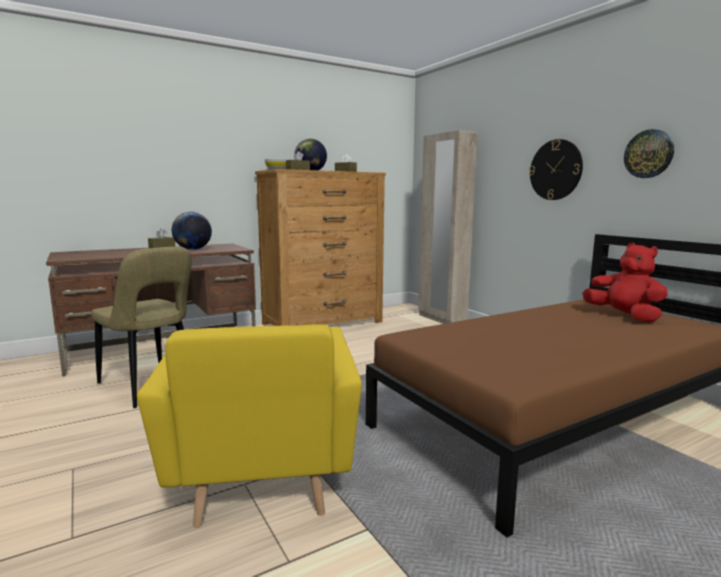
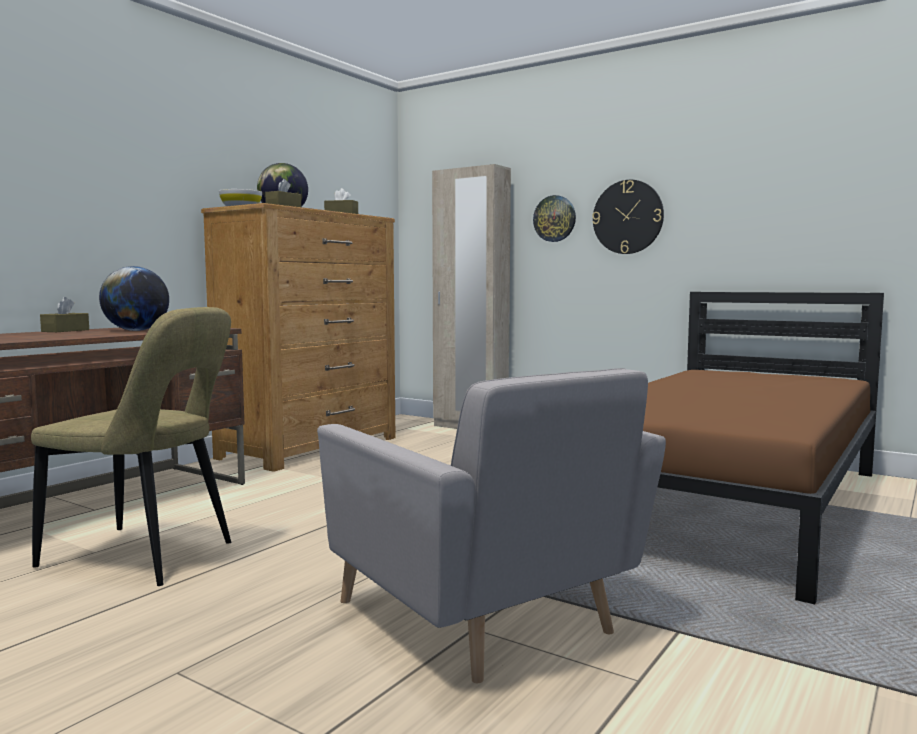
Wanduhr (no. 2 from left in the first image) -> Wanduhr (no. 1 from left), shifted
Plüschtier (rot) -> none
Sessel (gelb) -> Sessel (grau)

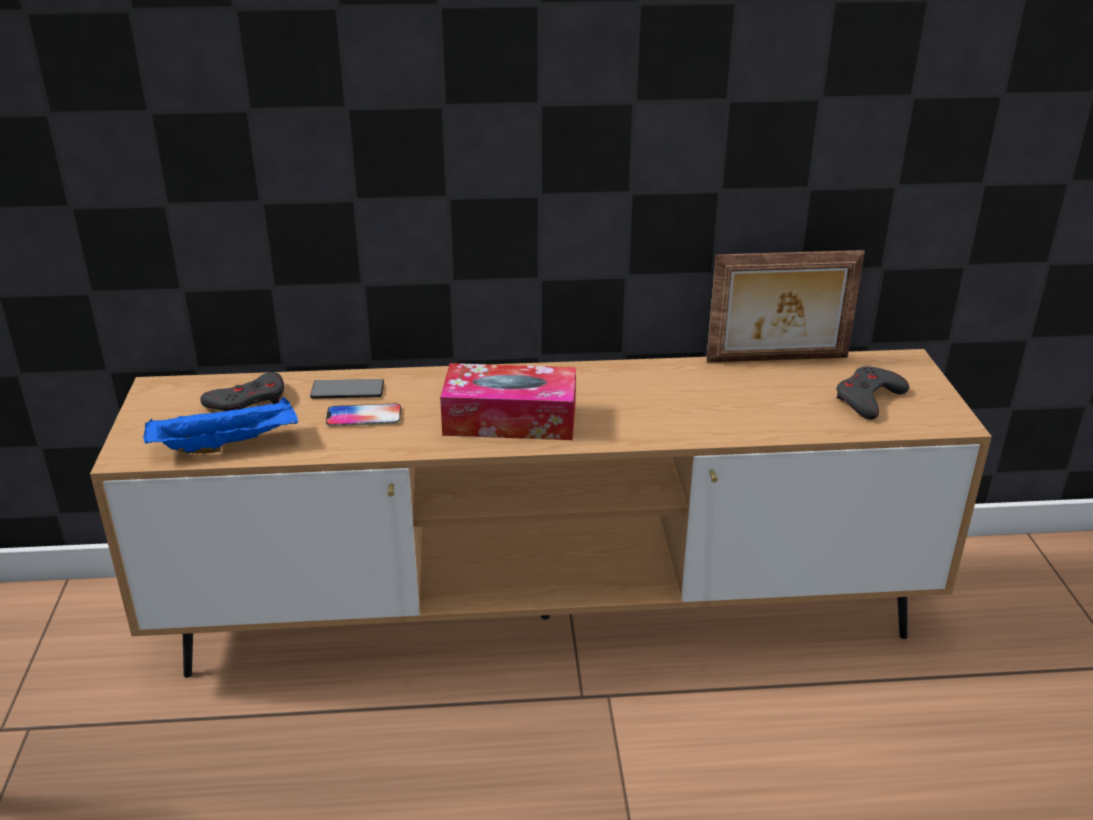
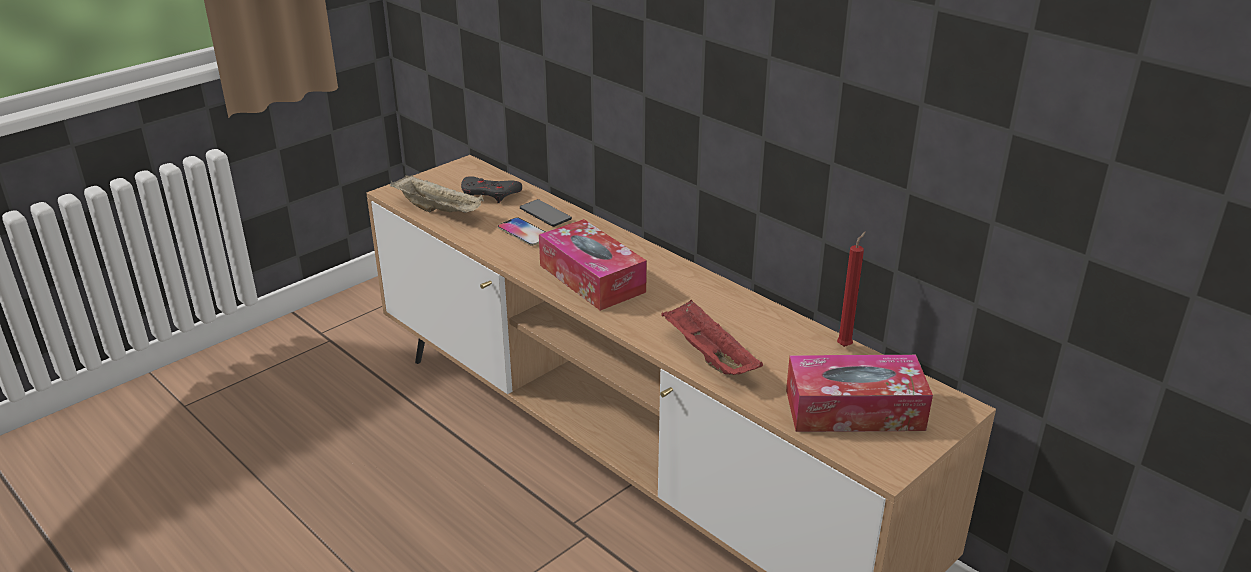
Bilderrahmen -> Kerze (rot)
Gamepad (grau) (no. 2 from left) -> Taschentuchbox (no. 2 from left)
Tablett (blau) -> Tablett (beige)
none -> Tablett (rot)

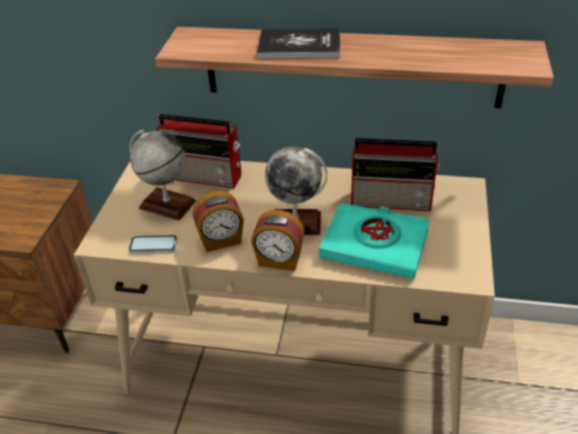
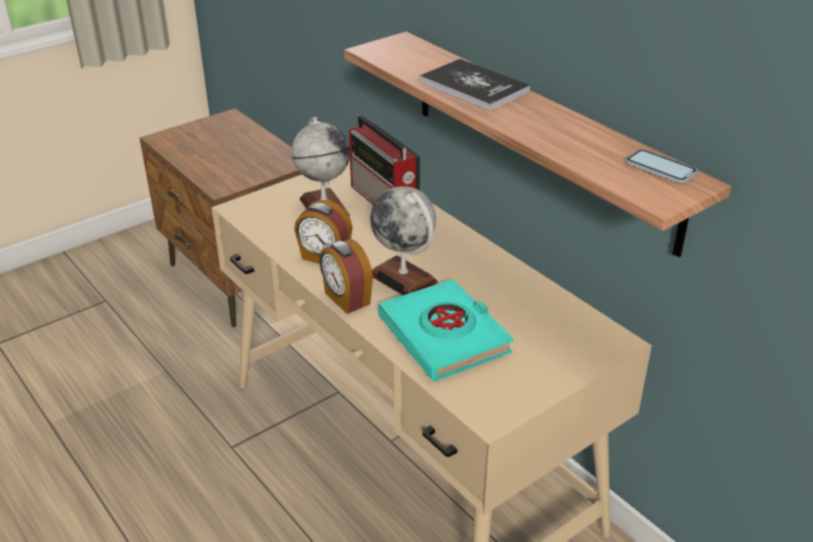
Radio (no. 2 from left) -> none
Handy, shifted

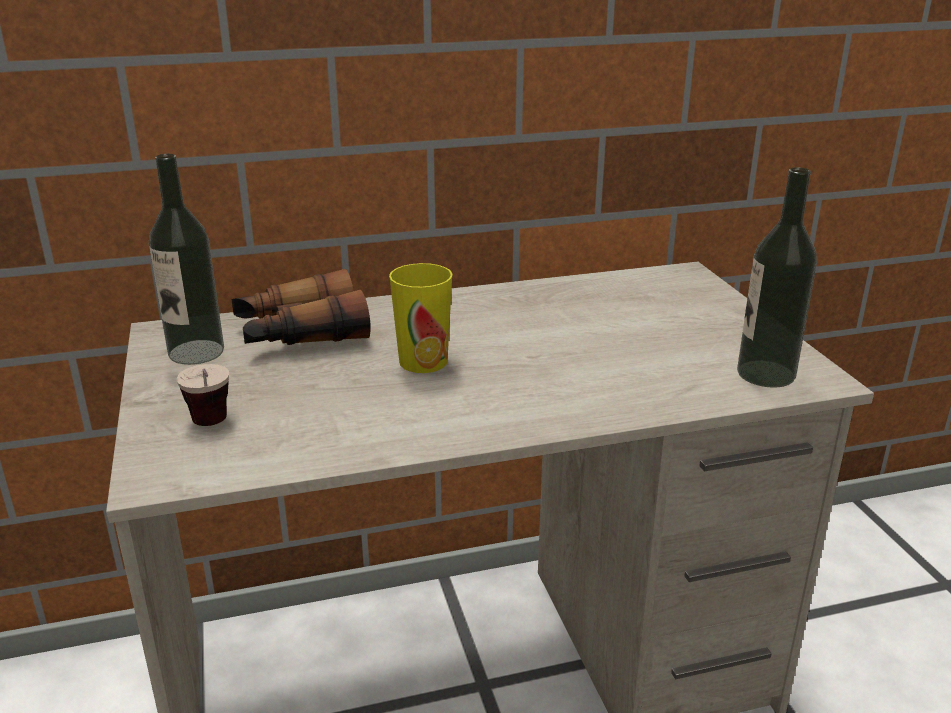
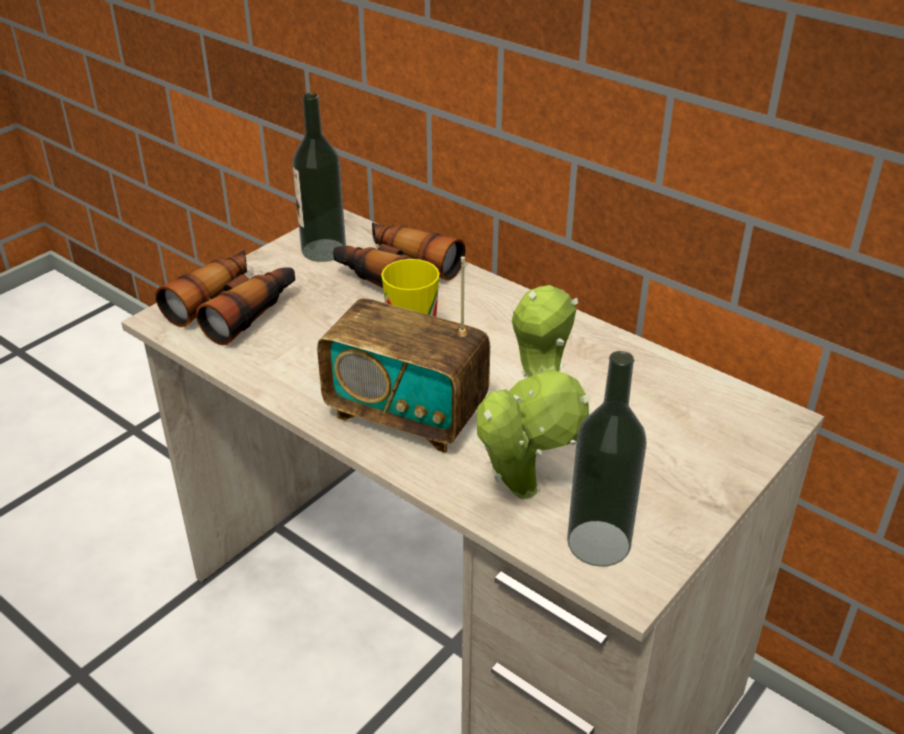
Tasse (no. 1 from left) -> Fernglas (no. 1 from left)
none -> Radio
none -> Topfpflanze

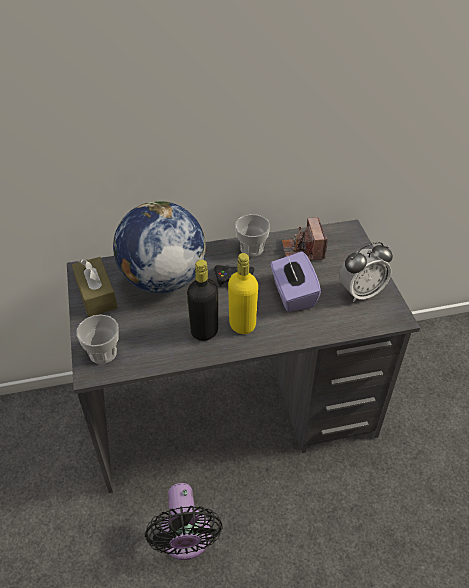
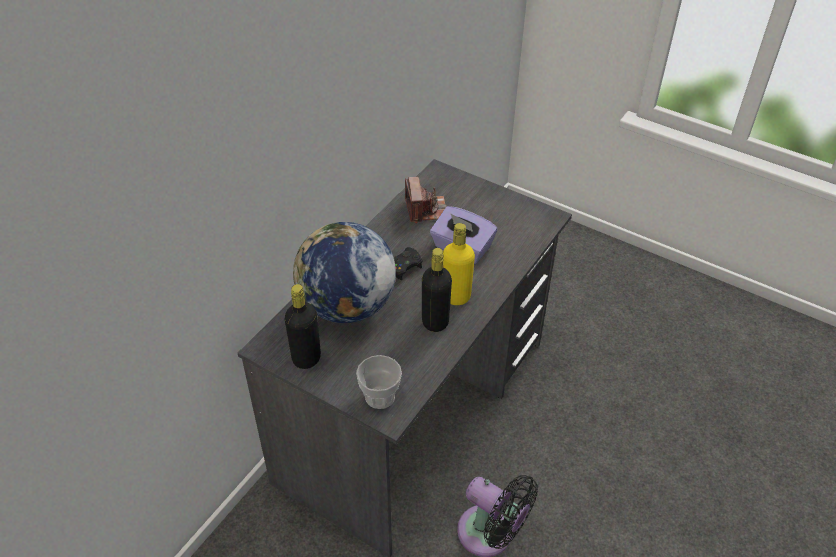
Tasse (no. 2 from left) -> none
Kamera, 135 degrees counterclockwise
Wecker -> none
Taschentuchbox (braun) -> Flasche (schwarz) (no. 1 from left)

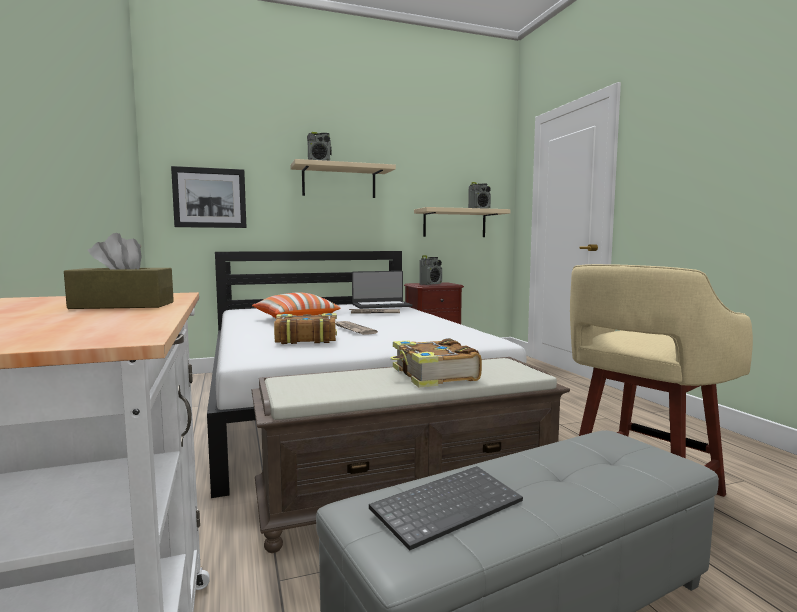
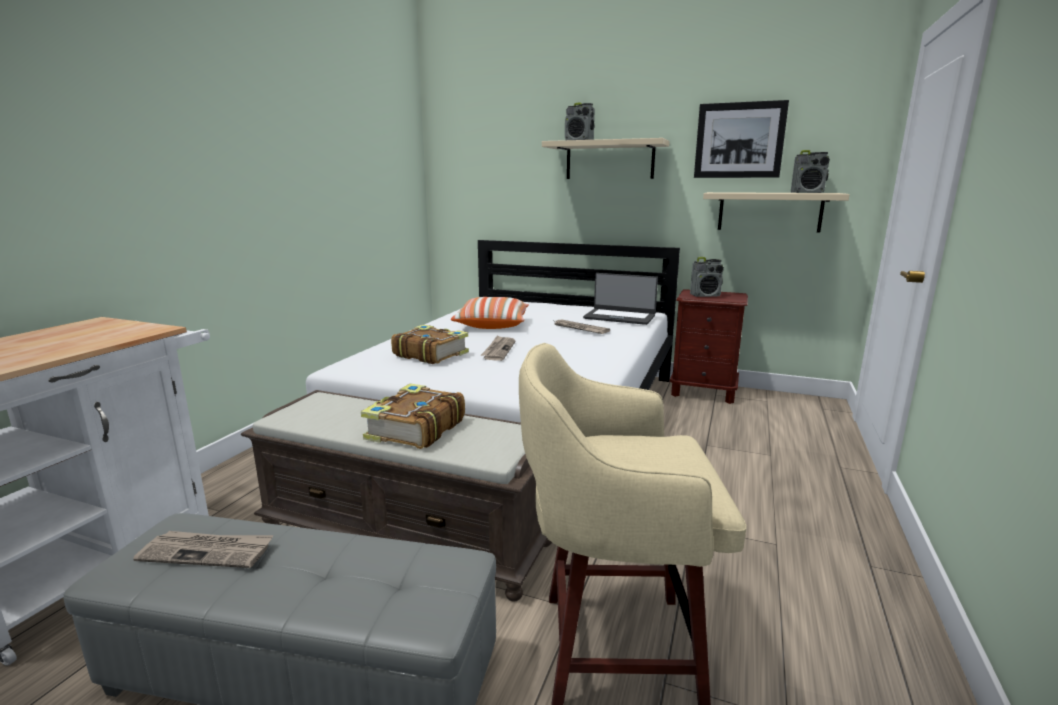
Bild, shifted
Taschentuchbox (braun) -> none
Tastatur -> Zeitung (no. 1 from left)

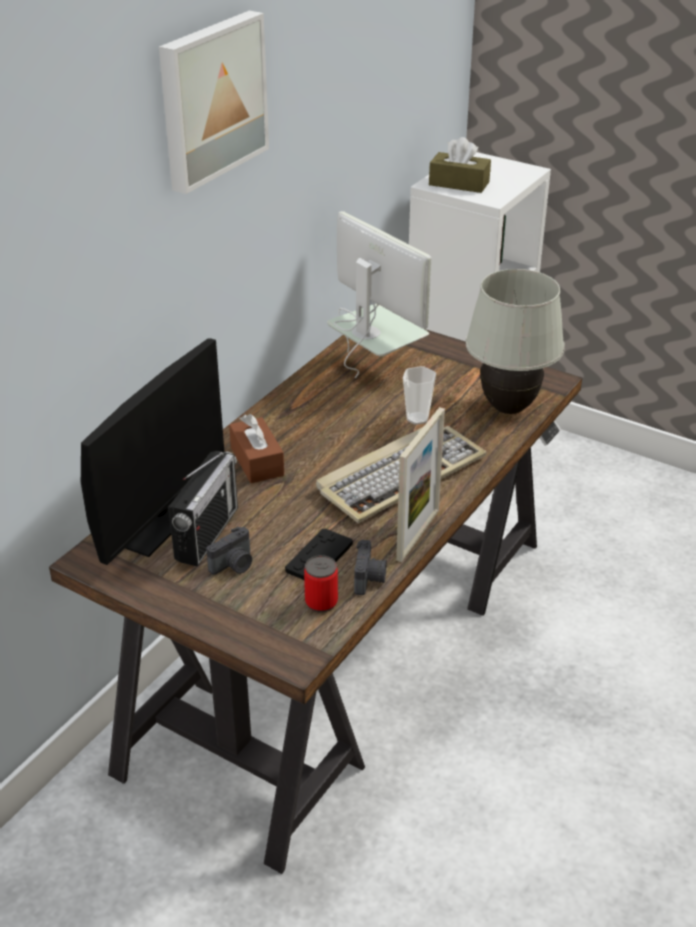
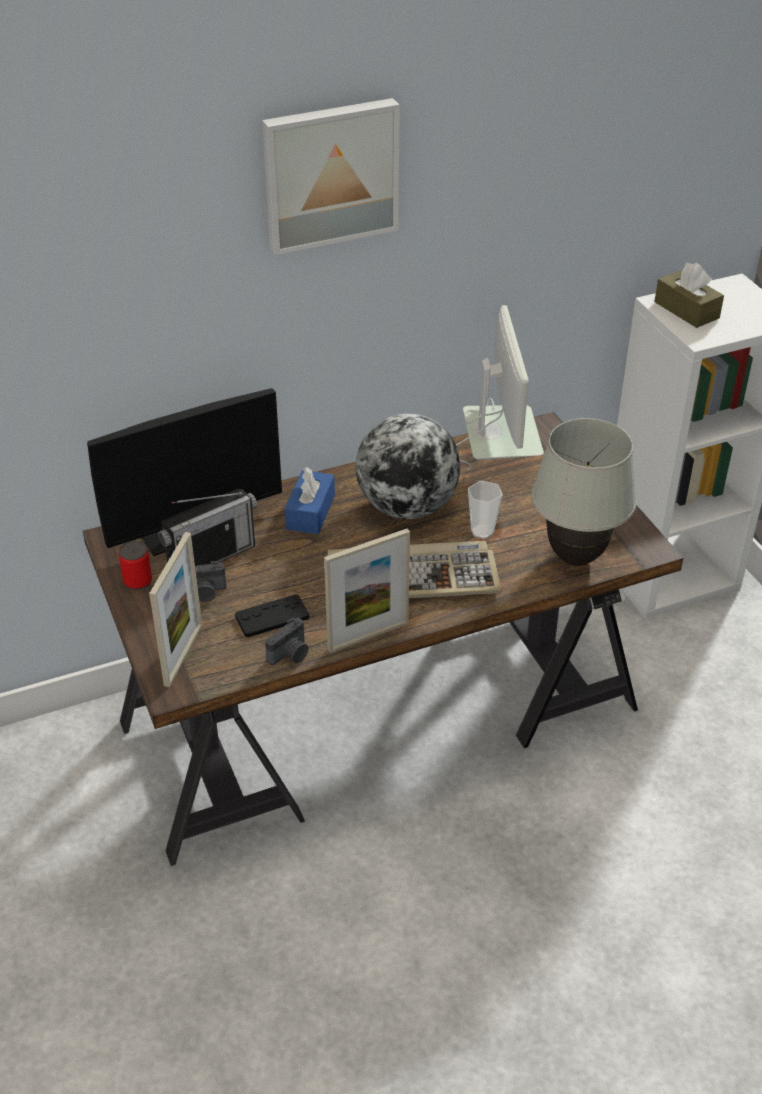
Taschentuchbox (braun) (no. 1 from left) -> Taschentuchbox (blau)
Dose, shifted
none -> Globus
none -> Bilderrahmen (no. 1 from left)

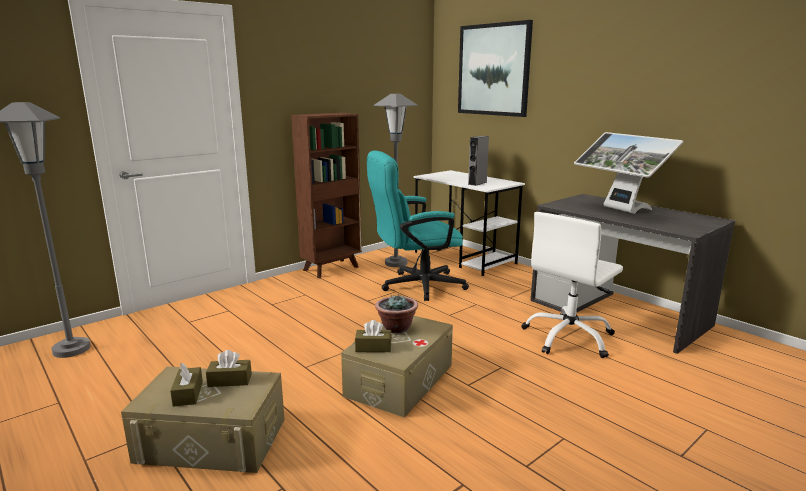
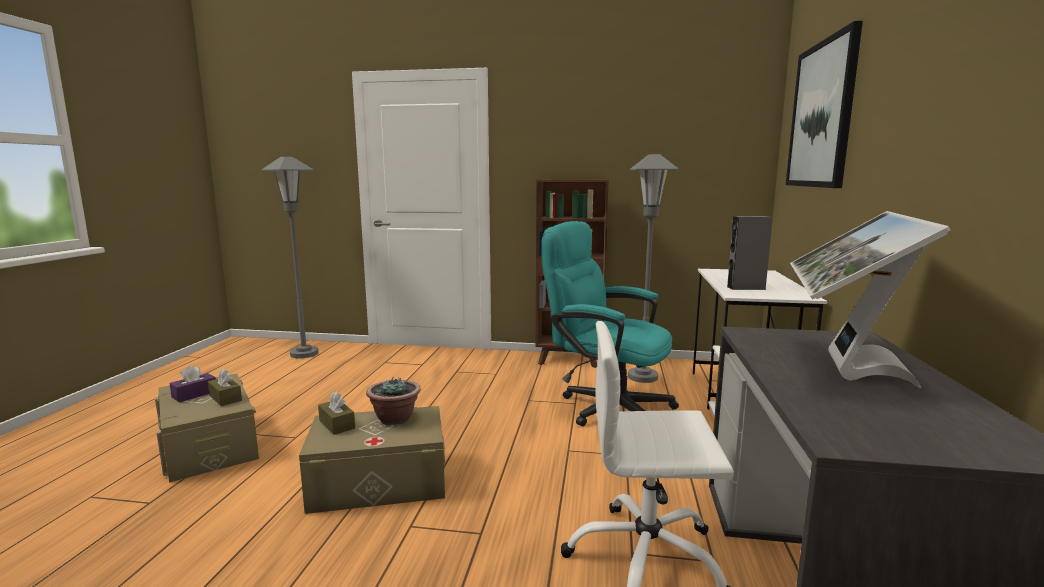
Taschentuchbox (braun) (no. 1 from left) -> Taschentuchbox (lila)

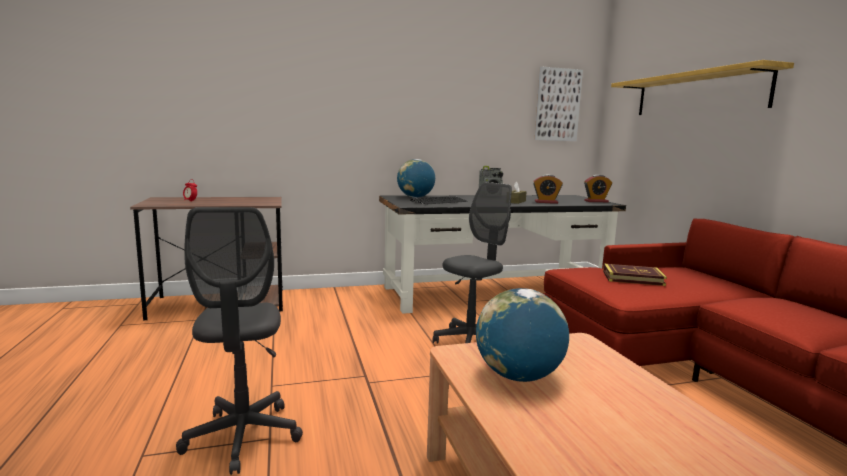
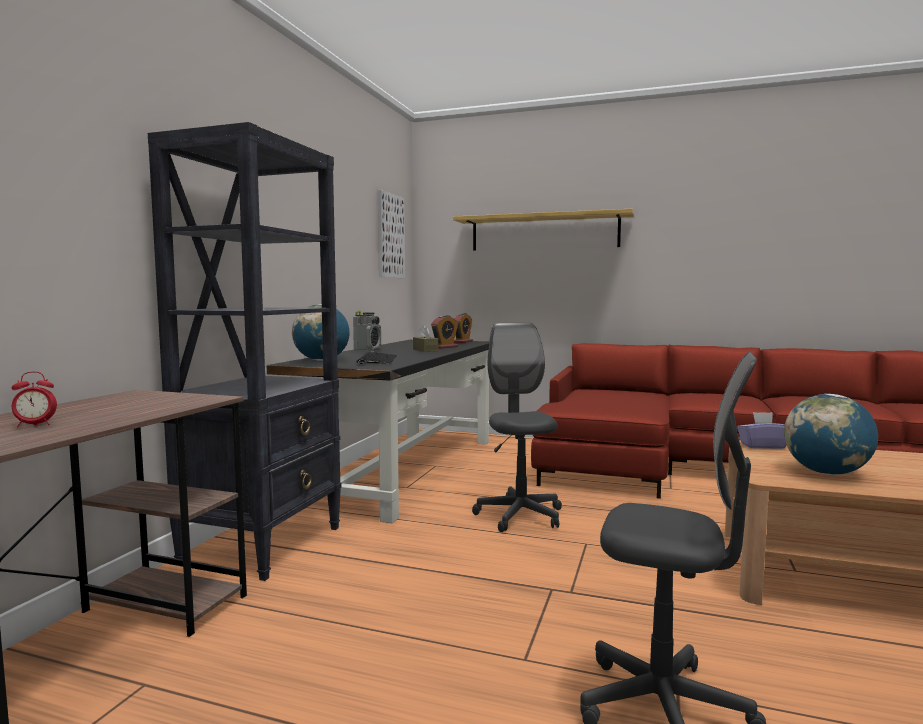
Buch -> none
none -> Bücherregal (schwarz)
none -> Taschentuchbox (lila)

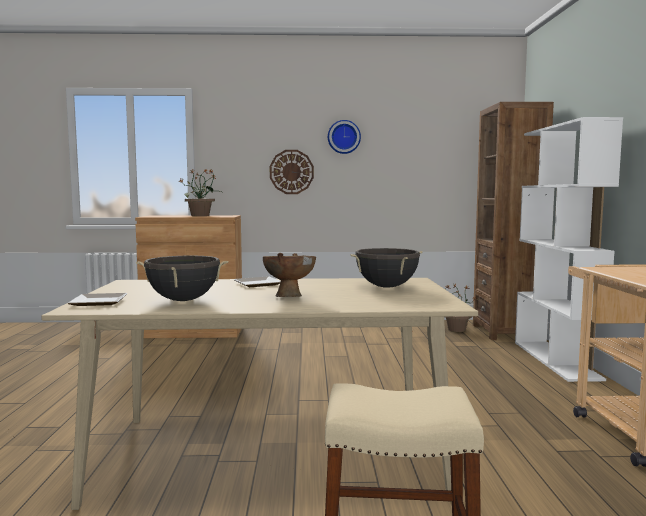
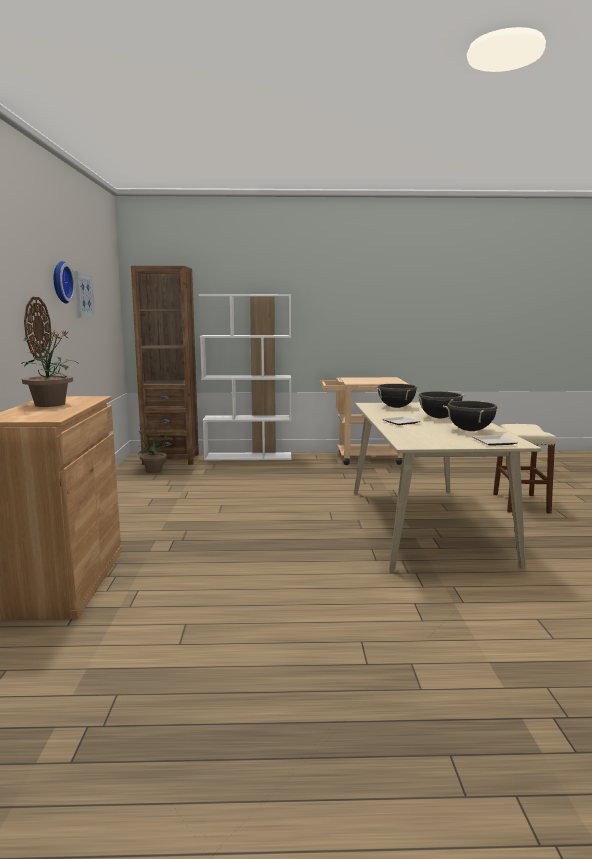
Schüssel (braun) -> Kochtopf (schwarz) (no. 2 from left)
none -> Bild

